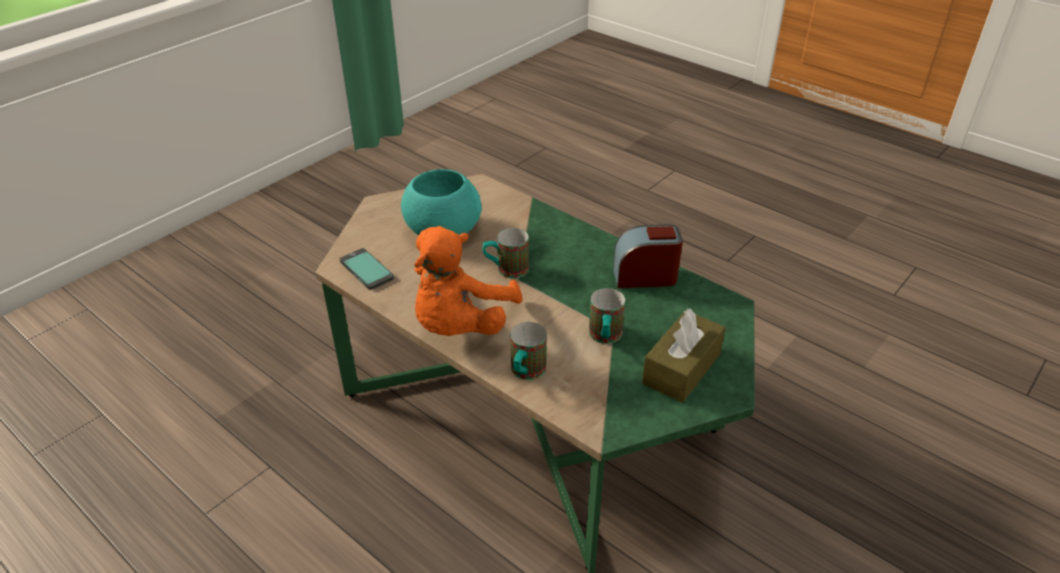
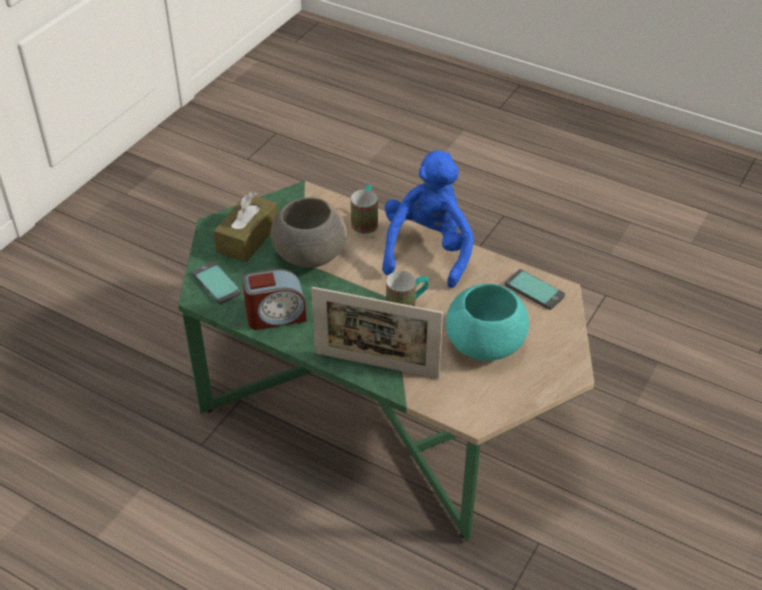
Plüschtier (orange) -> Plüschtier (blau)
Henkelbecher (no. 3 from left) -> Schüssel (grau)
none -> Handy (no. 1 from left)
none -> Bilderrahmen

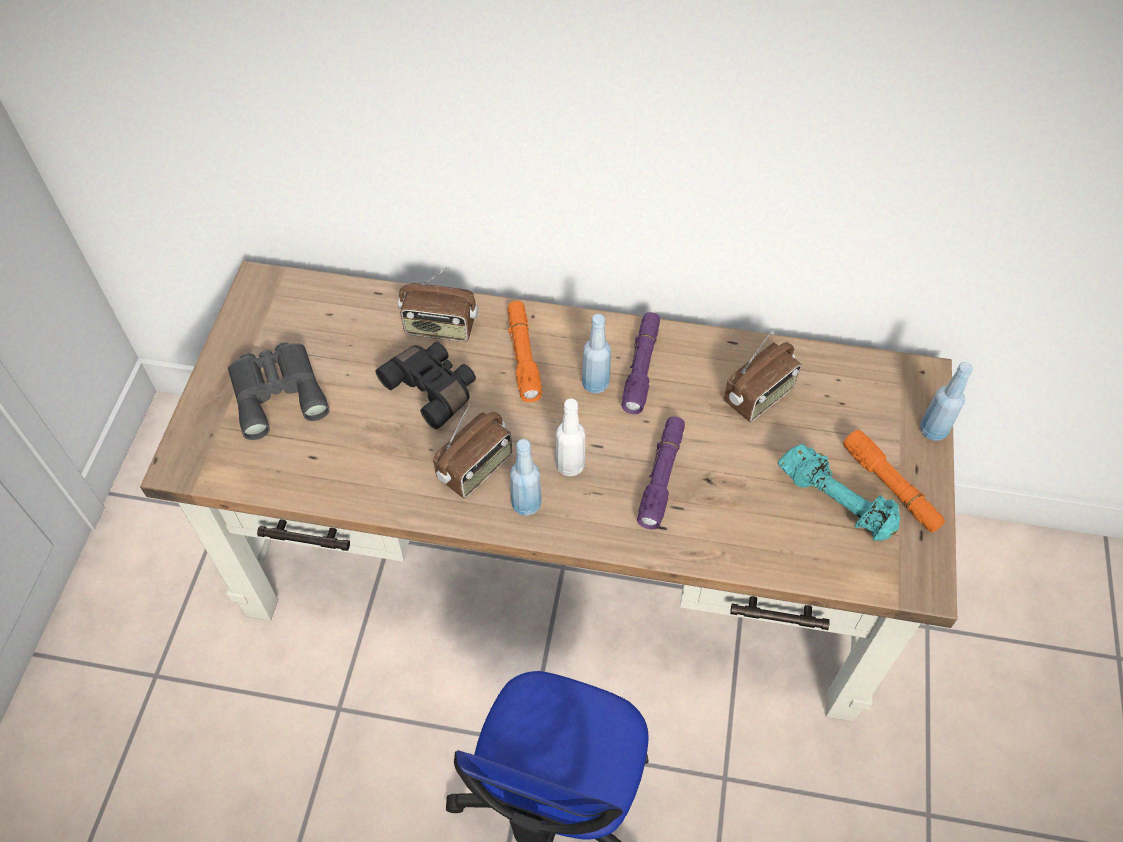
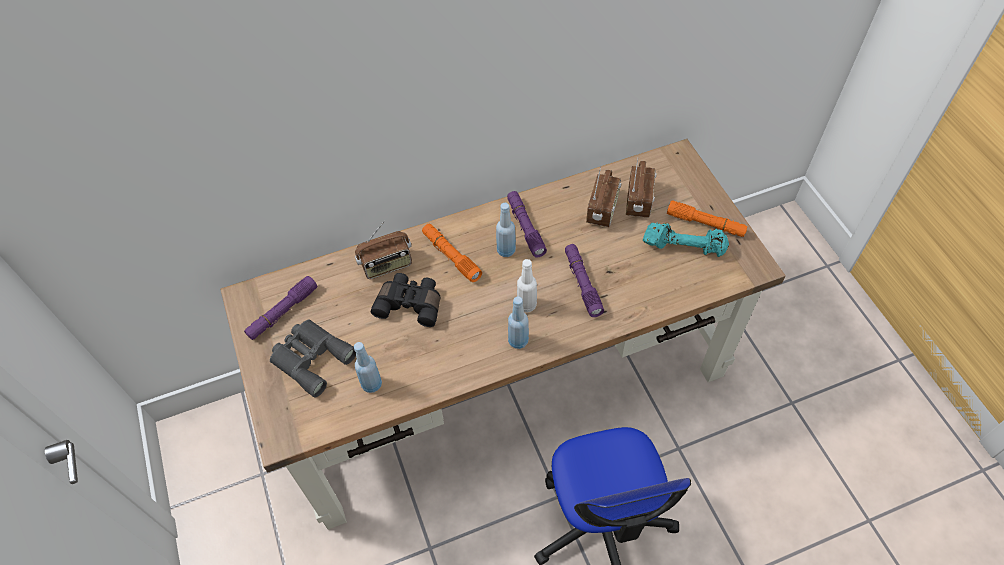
Flasche (blau) (no. 3 from left in the first image) -> Flasche (blau) (no. 1 from left), shifted
Radio (no. 2 from left in the first image) -> Radio (no. 3 from left), shifted
none -> Taschenlampe (lila) (no. 1 from left)

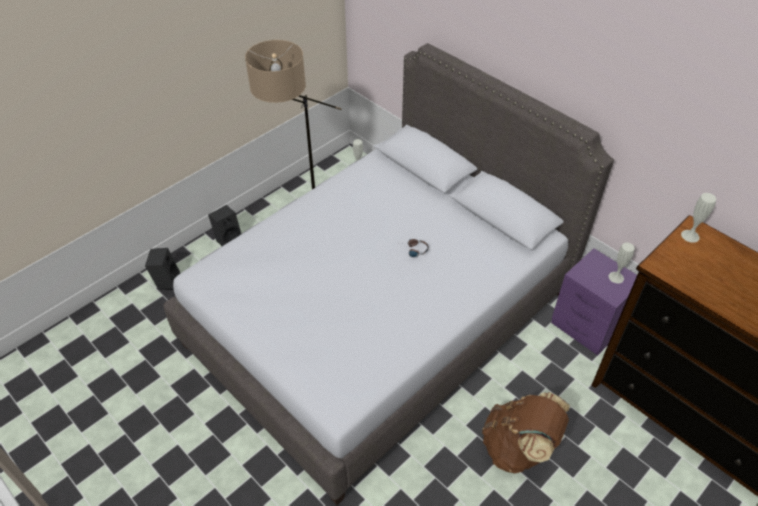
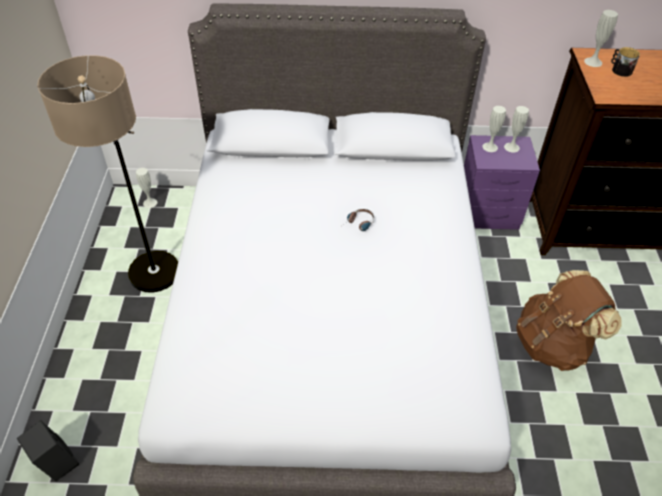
Lautsprecher (schwarz) (no. 2 from left) -> none
none -> Henkelbecher
none -> Vase (weiß) (no. 2 from left)

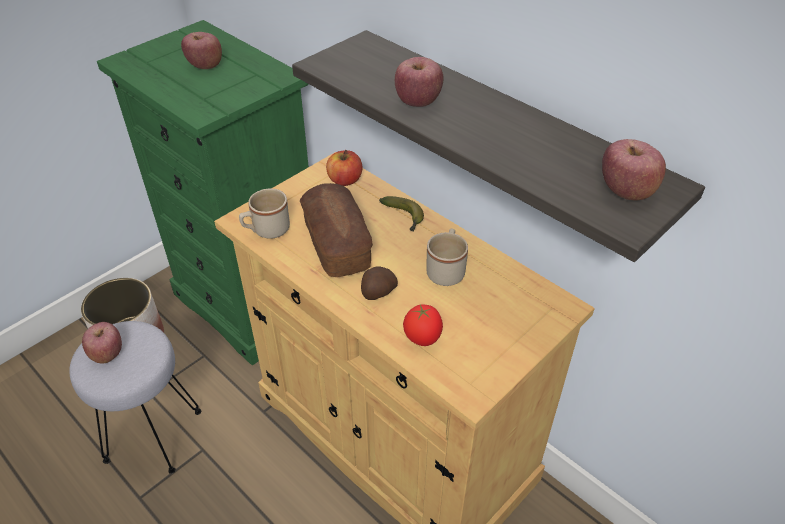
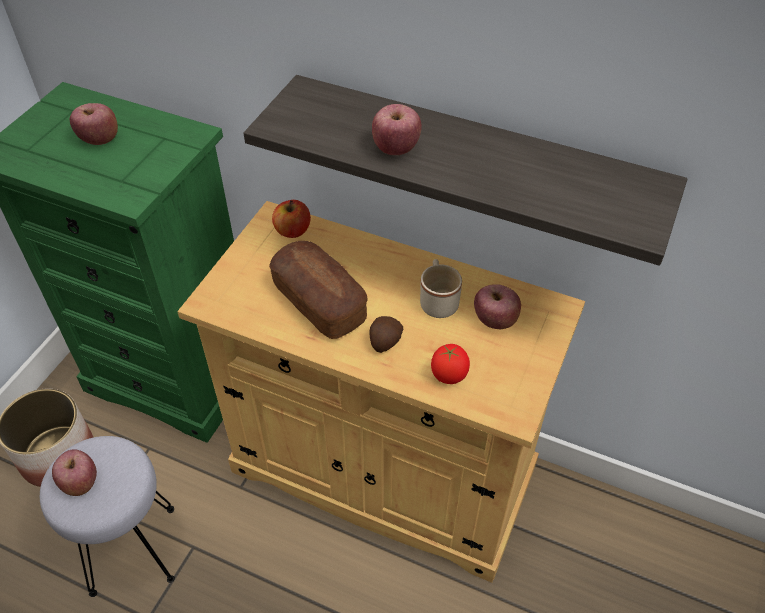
Apfel (no. 5 from left), shifted
Henkelbecher (beige) (no. 1 from left) -> none
Banane -> none

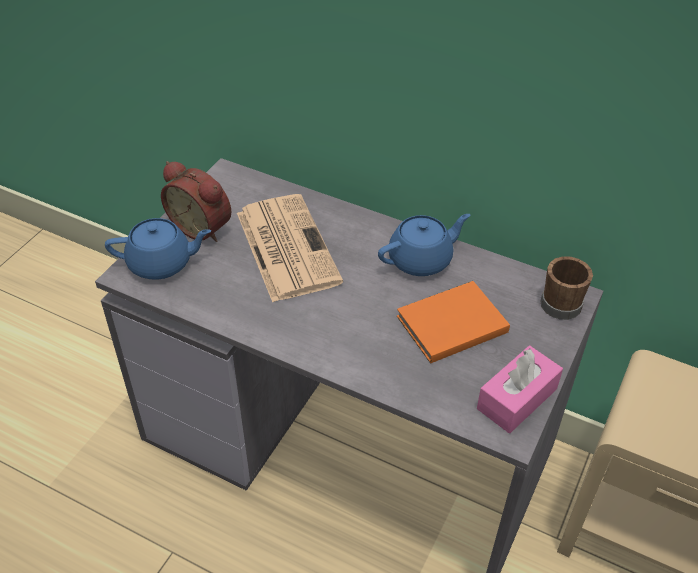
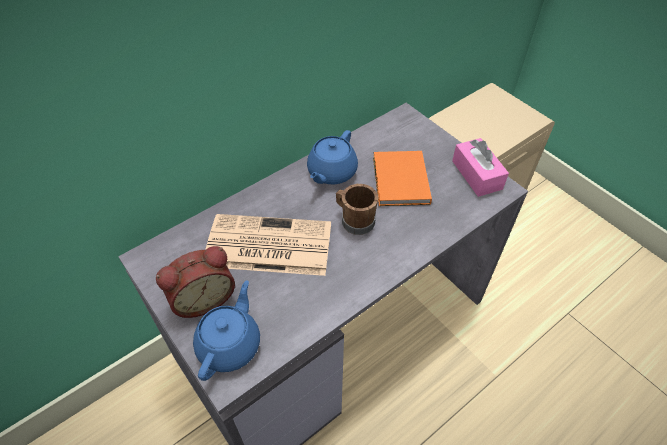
Teekanne (blau) (no. 2 from left), 150 degrees counterclockwise
Henkelbecher (braun), shifted

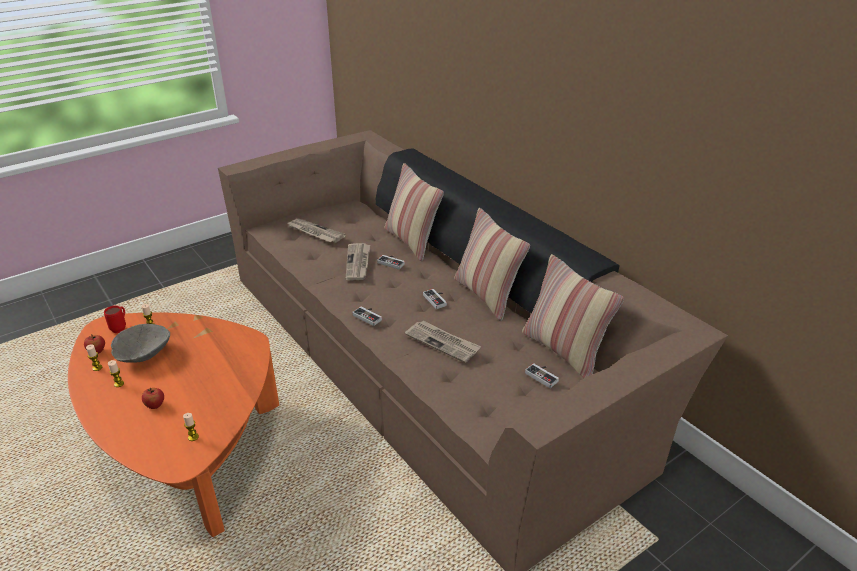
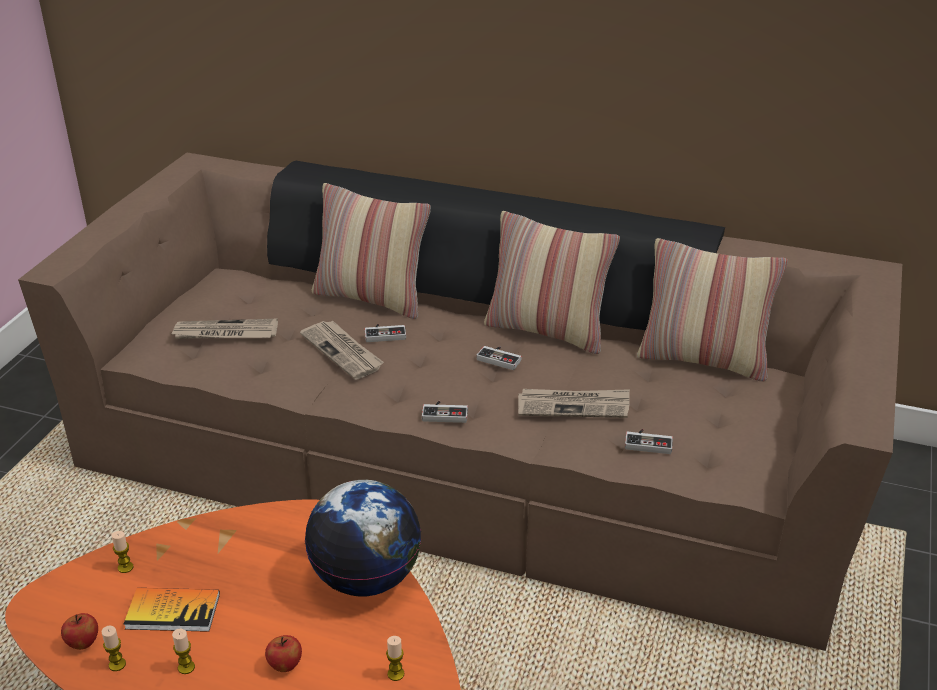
Henkelbecher (rot) -> none
Schüssel (grau) -> Buch
Gamepad (no. 4 from left), shifted
none -> Globus

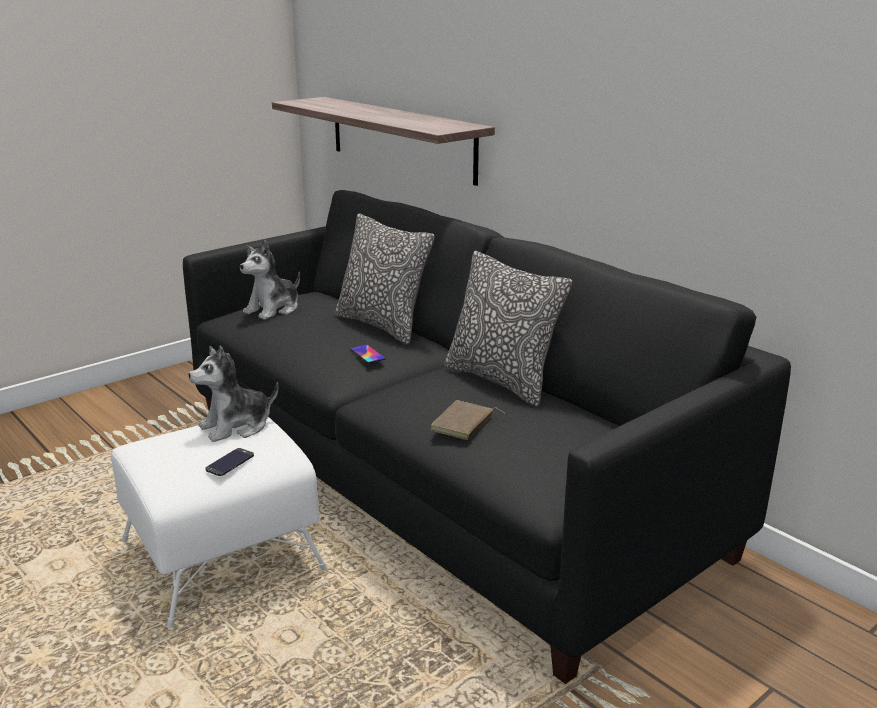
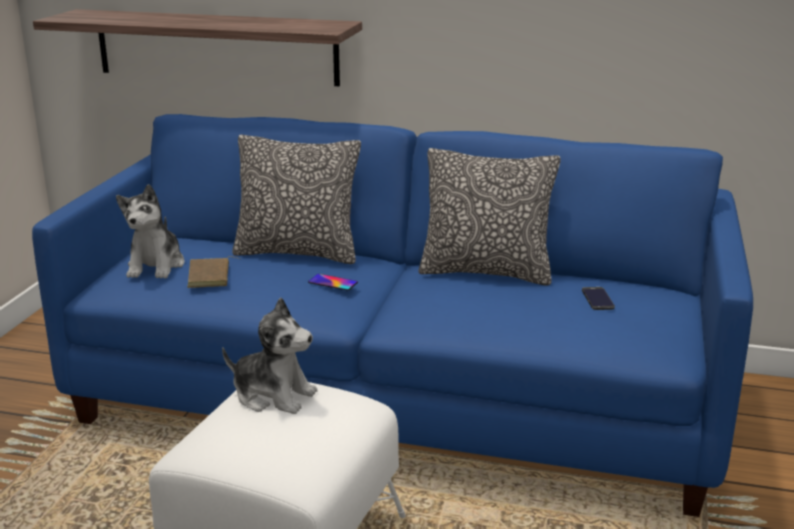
Sofa (schwarz) -> Sofa (blau)
Plüschtier (no. 1 from left in the first image) -> Plüschtier (no. 2 from left), 90 degrees counterclockwise
Buch (braun), shifted
Handy (no. 1 from left in the first image) -> Handy (no. 2 from left), shifted

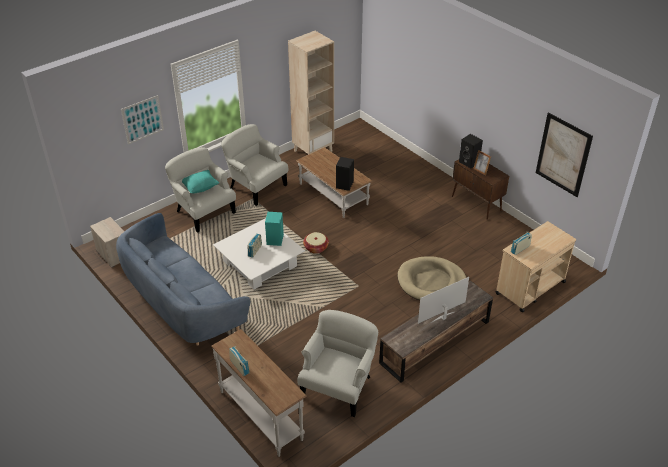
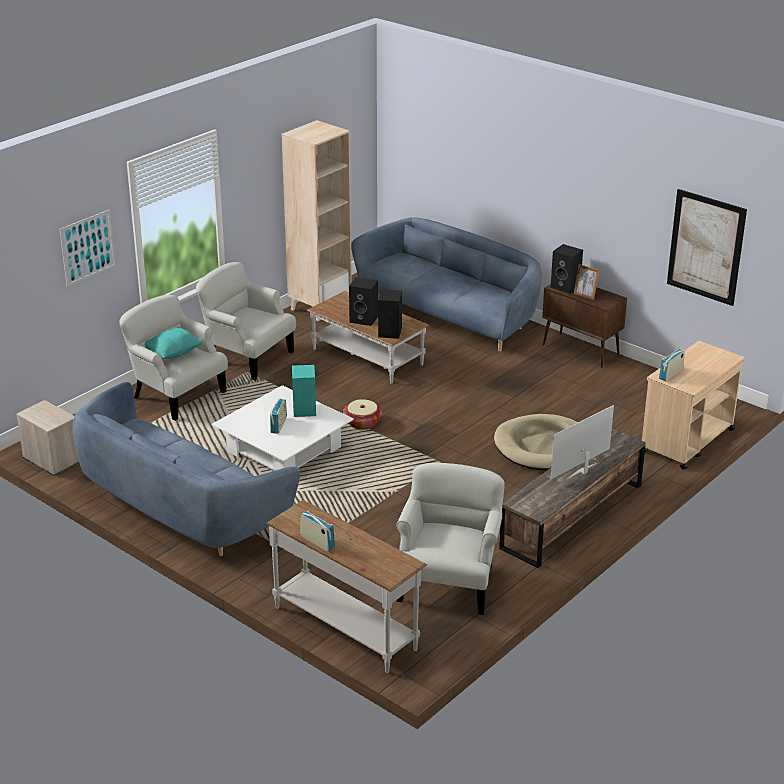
none -> Sofa (blau) (no. 2 from left)
none -> Lautsprecher (schwarz) (no. 1 from left)

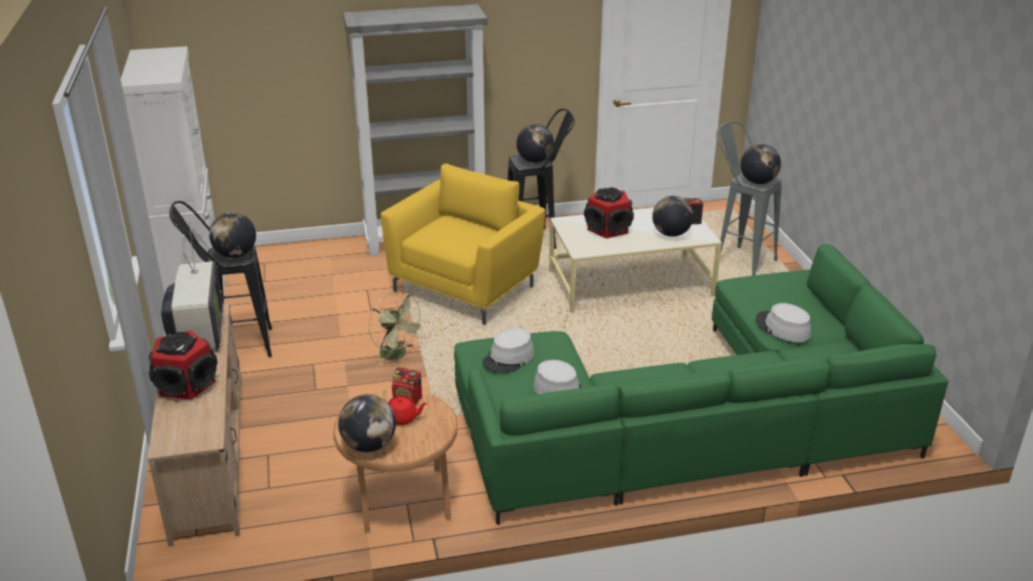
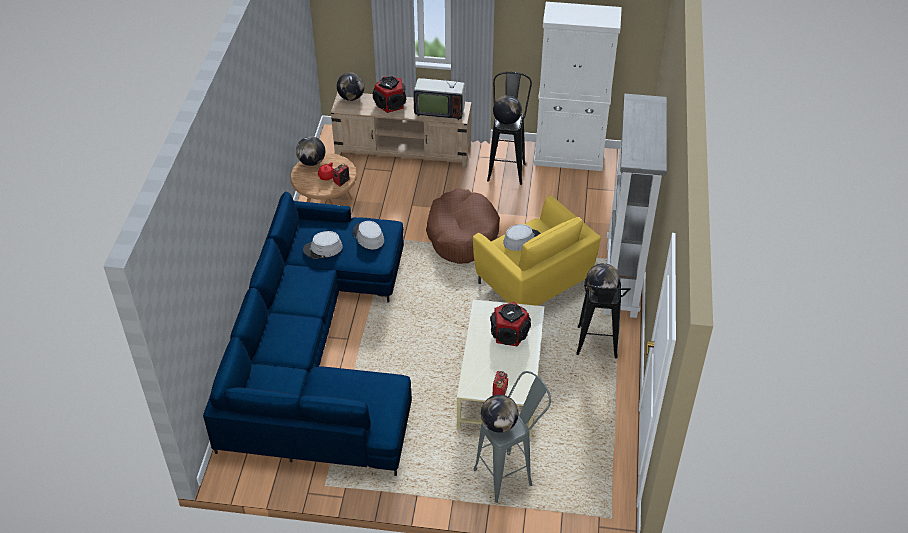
Globus (no. 4 from left in the first image) -> Globus (no. 2 from left), shifted
Sofa (grün) -> Sofa (blau)
Ventilator (grün) -> Hundebett (braun)
Hut (grau) (no. 3 from left), shifted

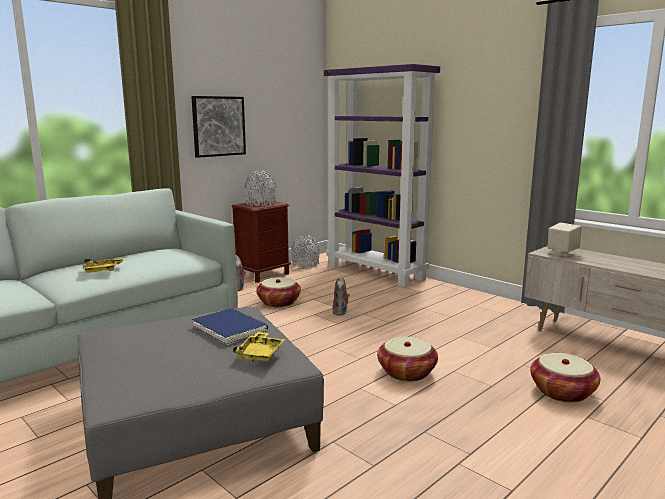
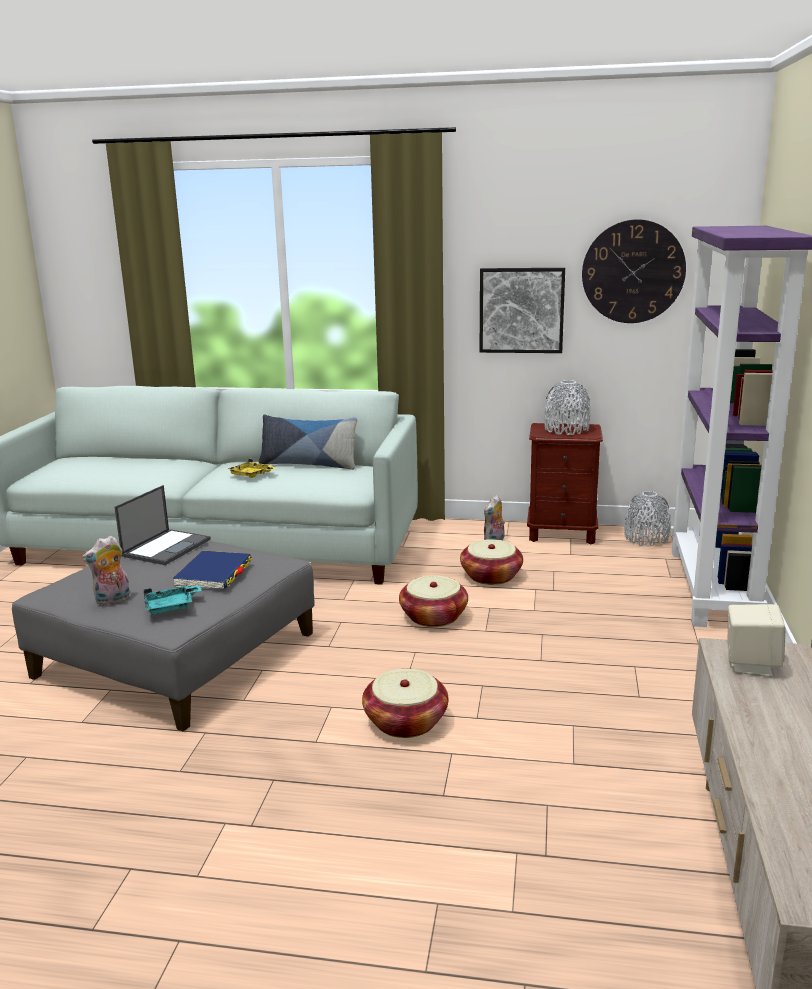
Plüschtier (no. 2 from left in the first image) -> Plüschtier (no. 1 from left), shifted
Tablett (gelb) (no. 2 from left) -> Tablett (türkis)
Korb (no. 3 from left in the first image) -> Korb (no. 2 from left), shifted
none -> Wanduhr
none -> Kissen
none -> Laptop

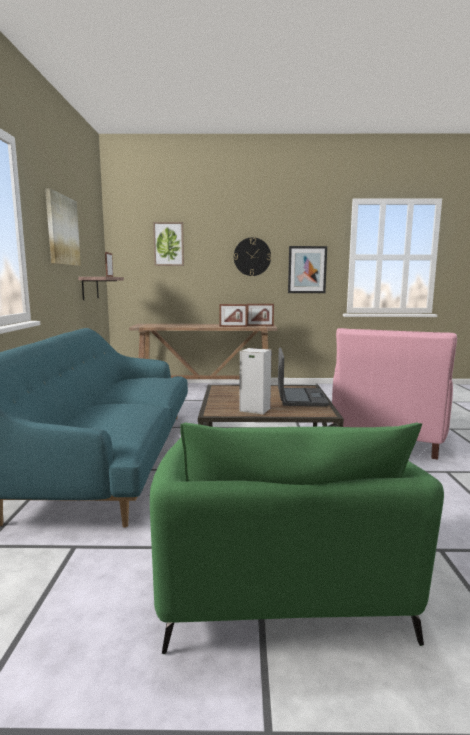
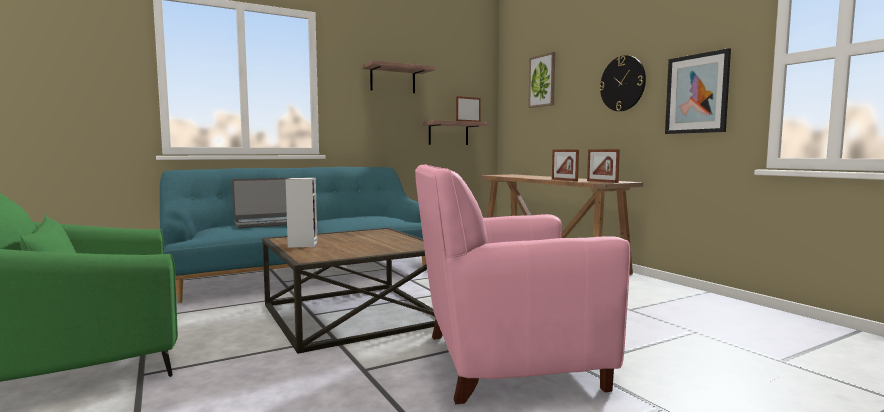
Bild (no. 1 from left) -> Wandregal (no. 1 from left)
Laptop, shifted

